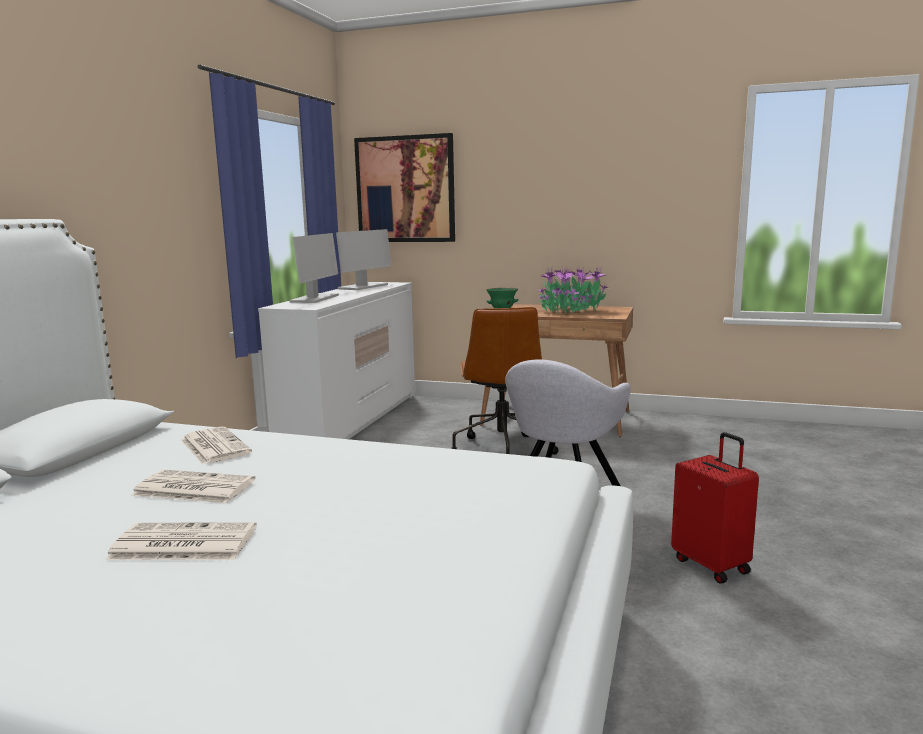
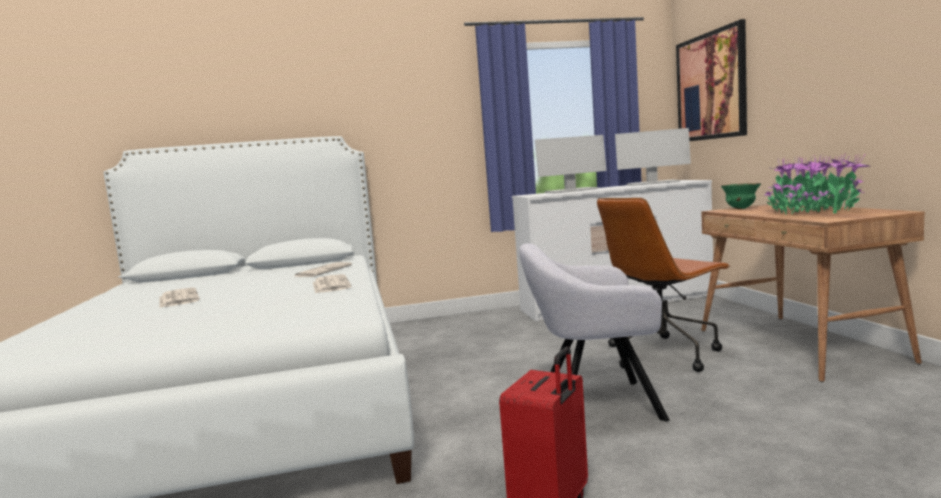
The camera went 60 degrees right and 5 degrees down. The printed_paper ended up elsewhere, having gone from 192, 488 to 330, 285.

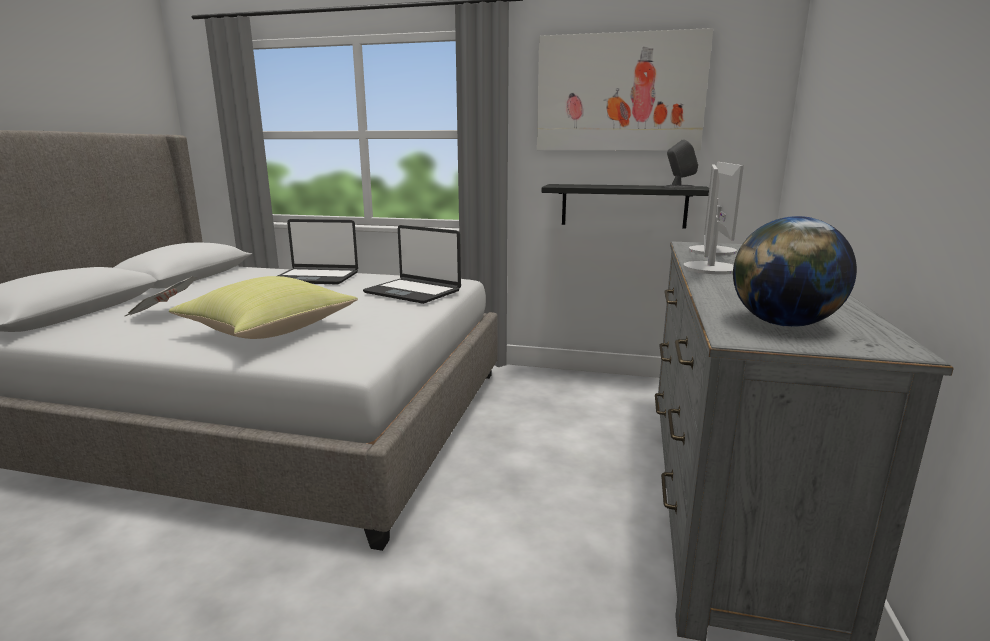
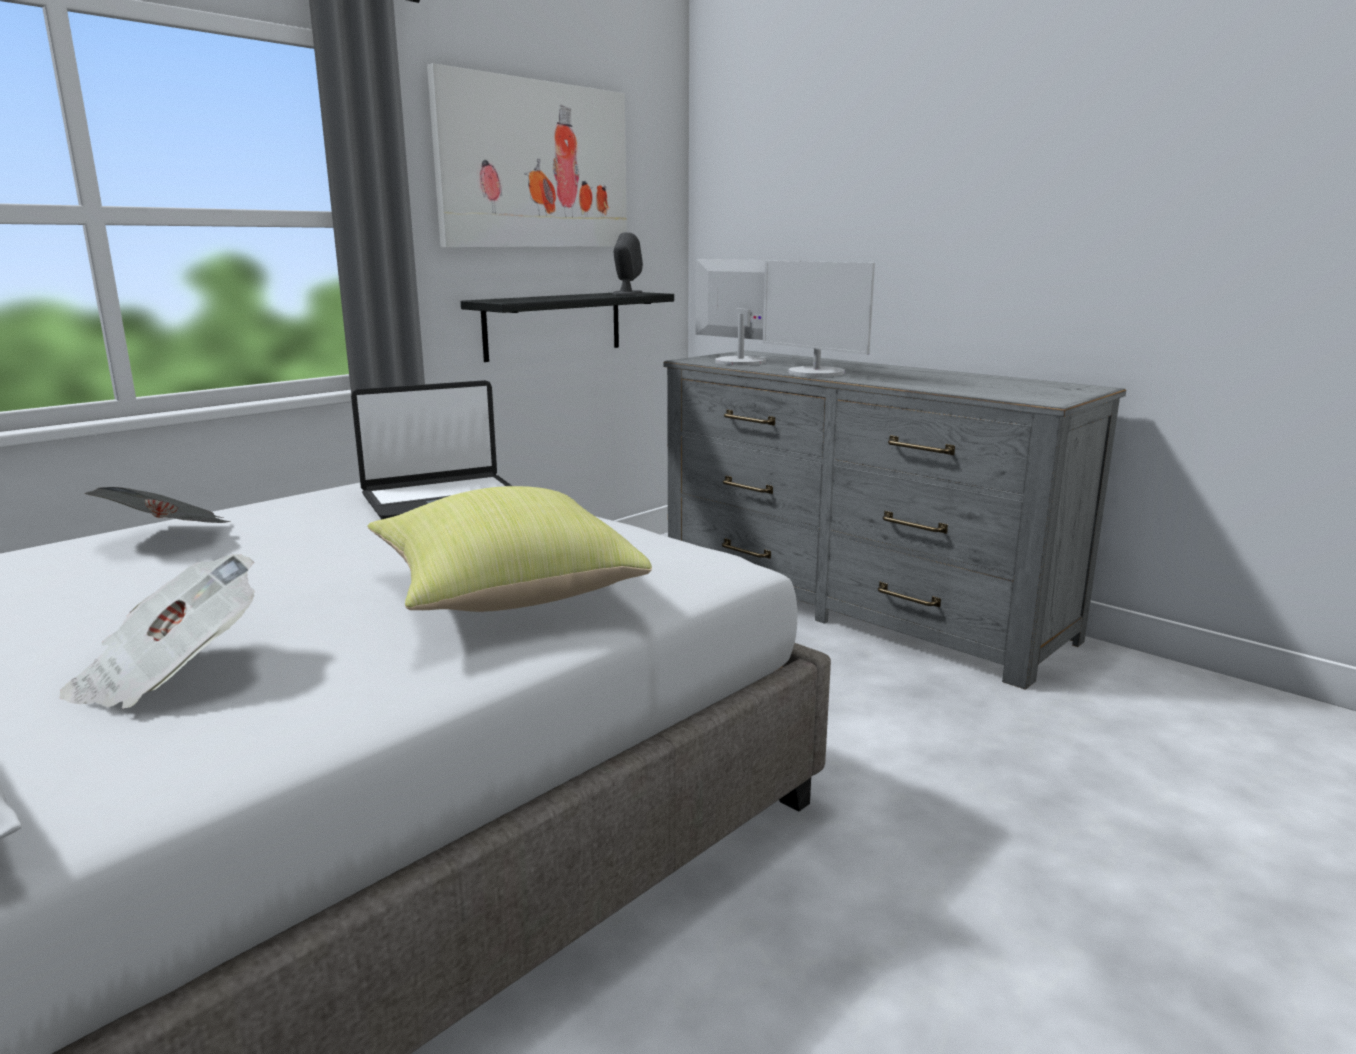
The camera went 60 degrees left and 0 degrees up. The second view lost the world_globe at 783, 324. Where the laptop stood at 316, 277, the printed_paper came to stand at 170, 538.

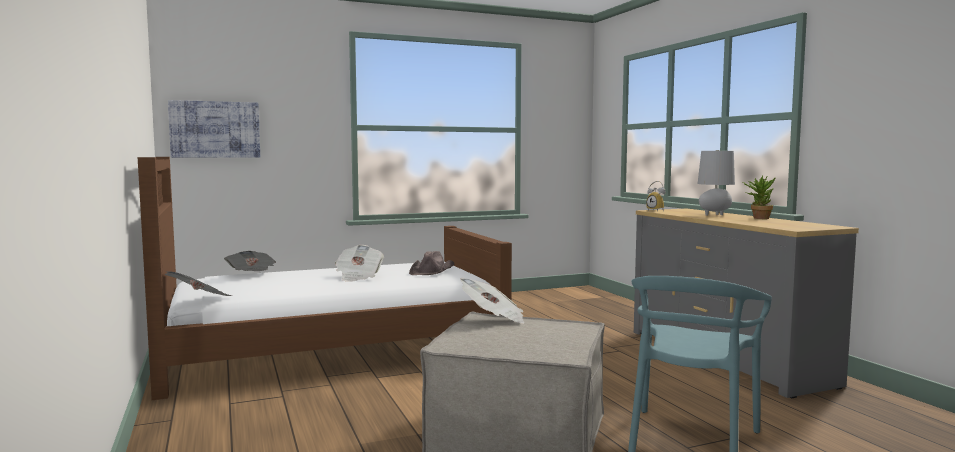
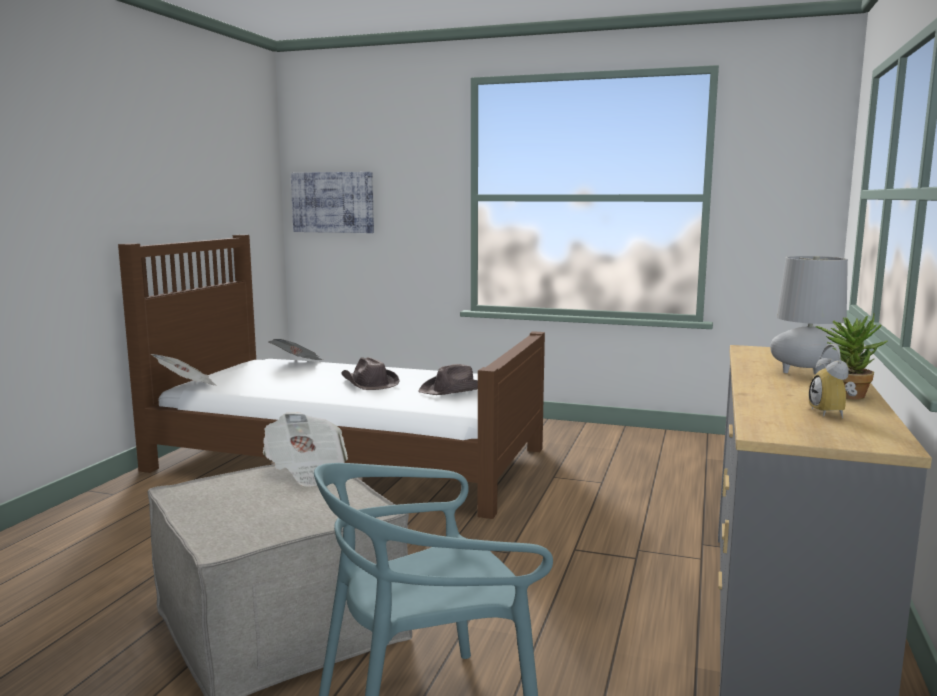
The camera went 40 degrees right and 5 degrees up. The bedside_clock ended up elsewhere, having gone from 657, 210 to 833, 413. Where the printed_paper stood at 358, 277, the brownish_clothing_hat came to stand at 369, 383.

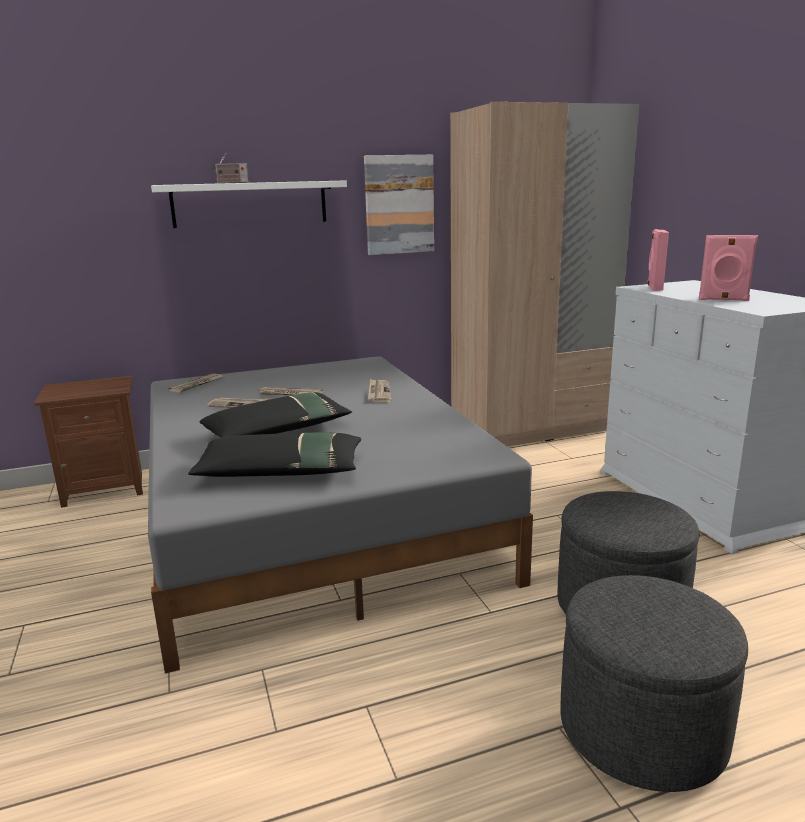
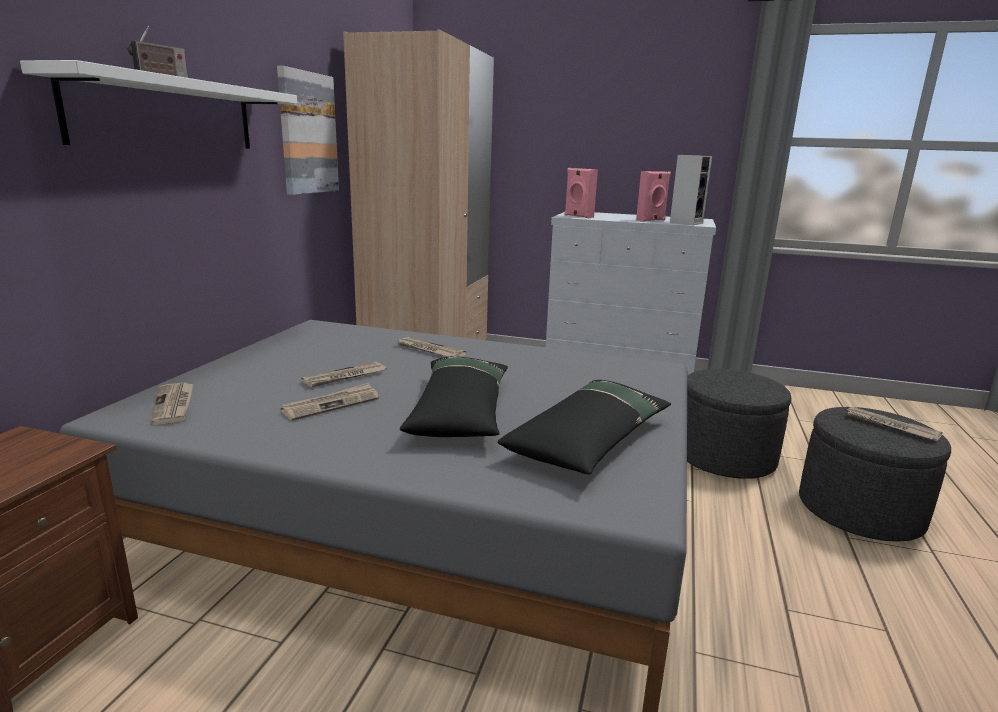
The camera went 55 degrees left and 0 degrees up. The second view gained the audio_speaker at 686, 223. The second view gained the printed_paper at 890, 426.

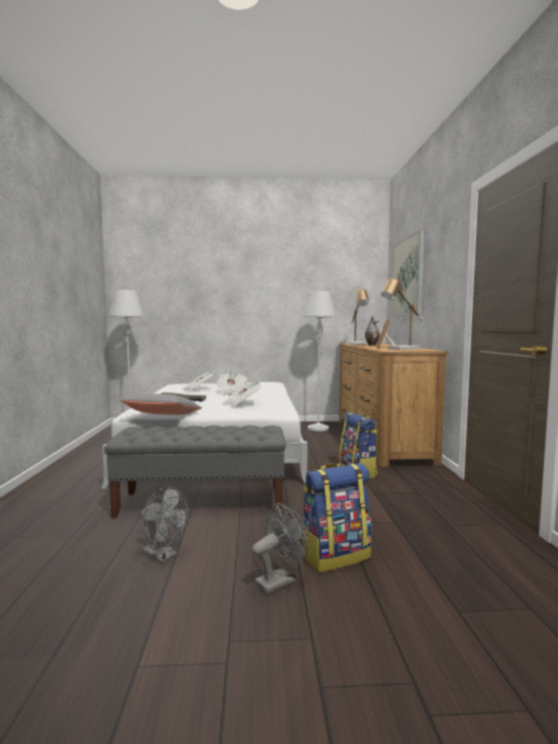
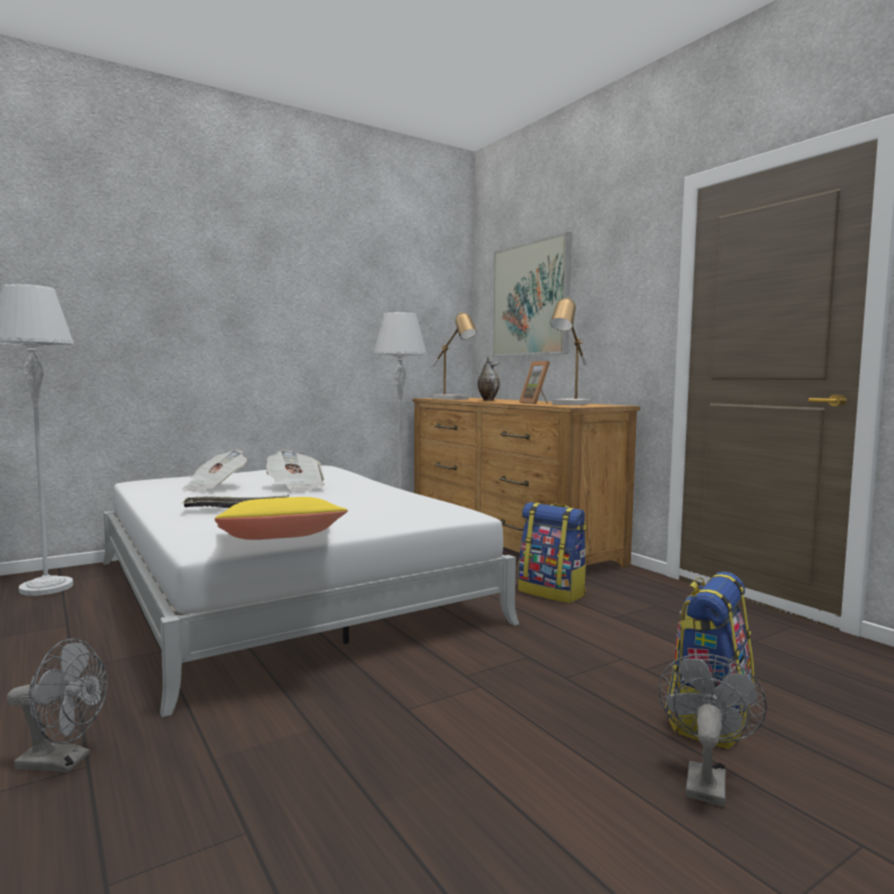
The camera went 30 degrees left and 0 degrees up. The second view lost the gray_indoor_bench at 202, 502. The second view lost the printed_paper at 241, 403. The gray_electric_fan ended up elsewhere, having gone from 163, 555 to 63, 762. What was the gray_throw_pillow at 163, 416 turned into the yellowish_throw_pillow at 279, 542.

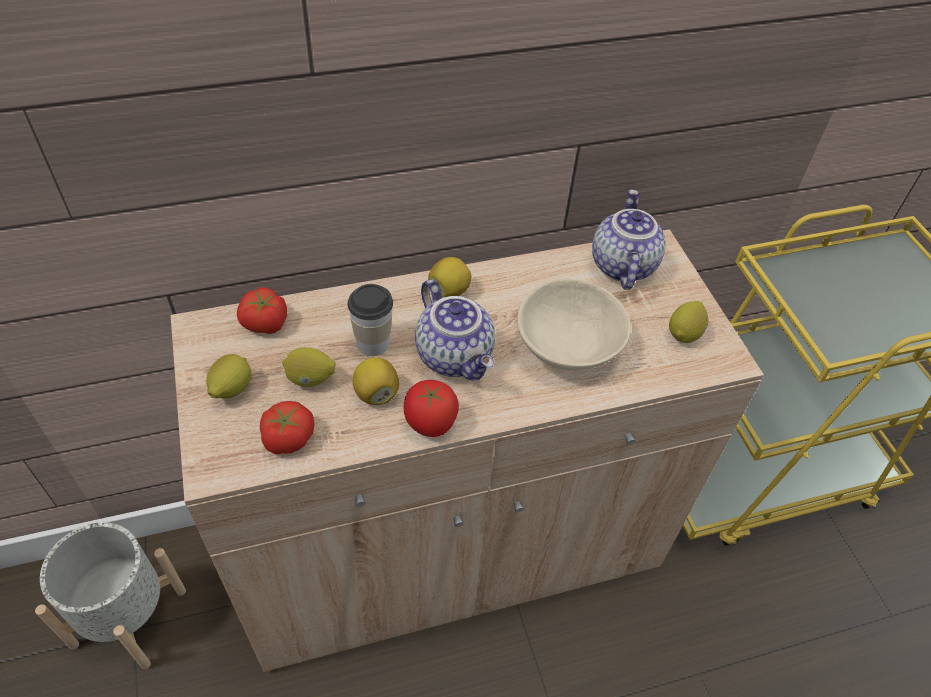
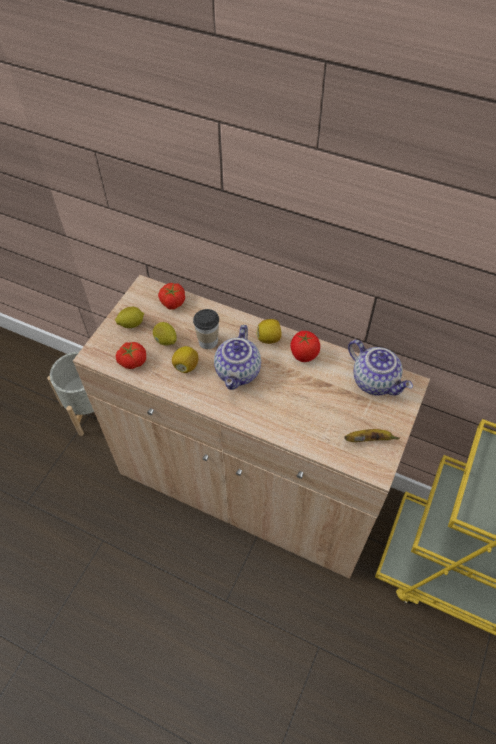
The camera went 45 degrees right and 5 degrees up. The second view lost the beige_serving_bowl at 568, 345. The fresh_tomato ended up elsewhere, having gone from 430, 423 to 303, 355. Where the whole_lemon stood at 684, 333, the banana_fruit came to stand at 368, 440. The tea_pot at 621, 265 ended up facing another way, 90 degrees clockwise from before.

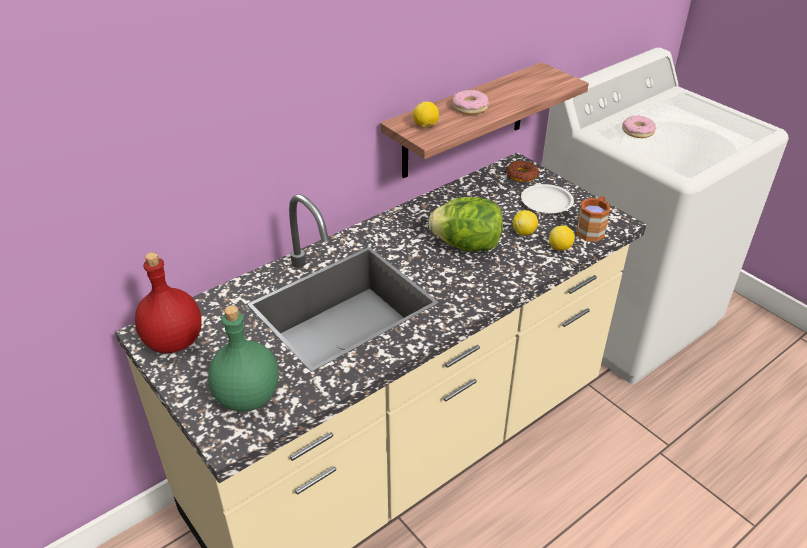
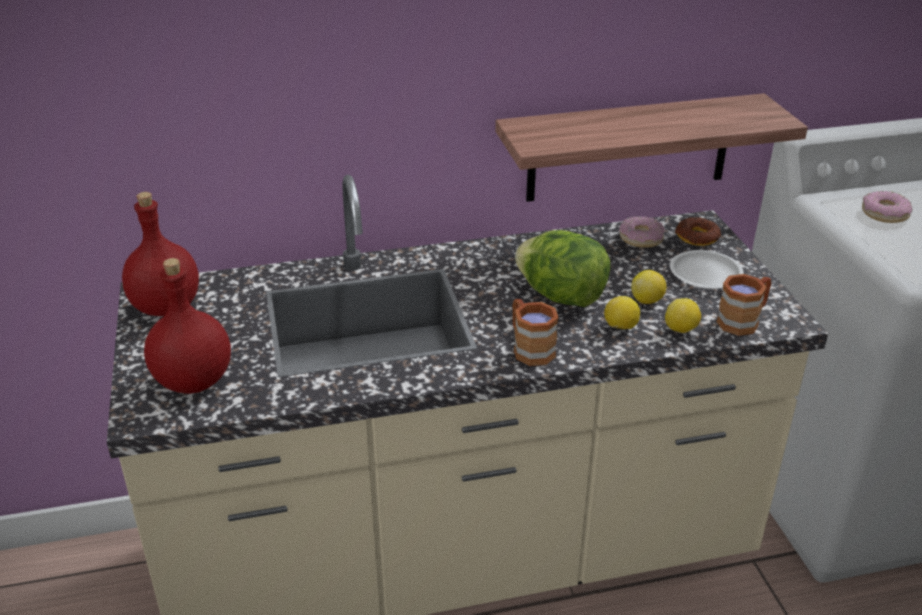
The camera went 25 degrees right and 5 degrees down. The second view gained the brownish_coffee_mug at 529, 348. The whole_lemon ended up elsewhere, having gone from 425, 126 to 620, 327. The donut ended up elsewhere, having gone from 470, 108 to 641, 238. What was the greenish_drink_bottle at 248, 396 turned into the red-coloured_drink_bottle at 195, 380.

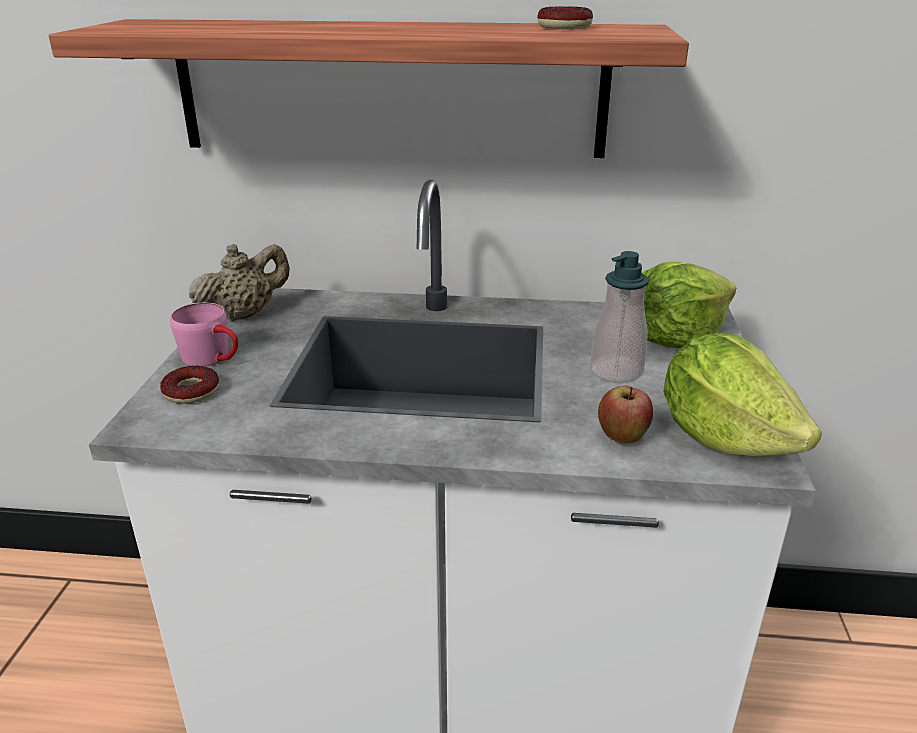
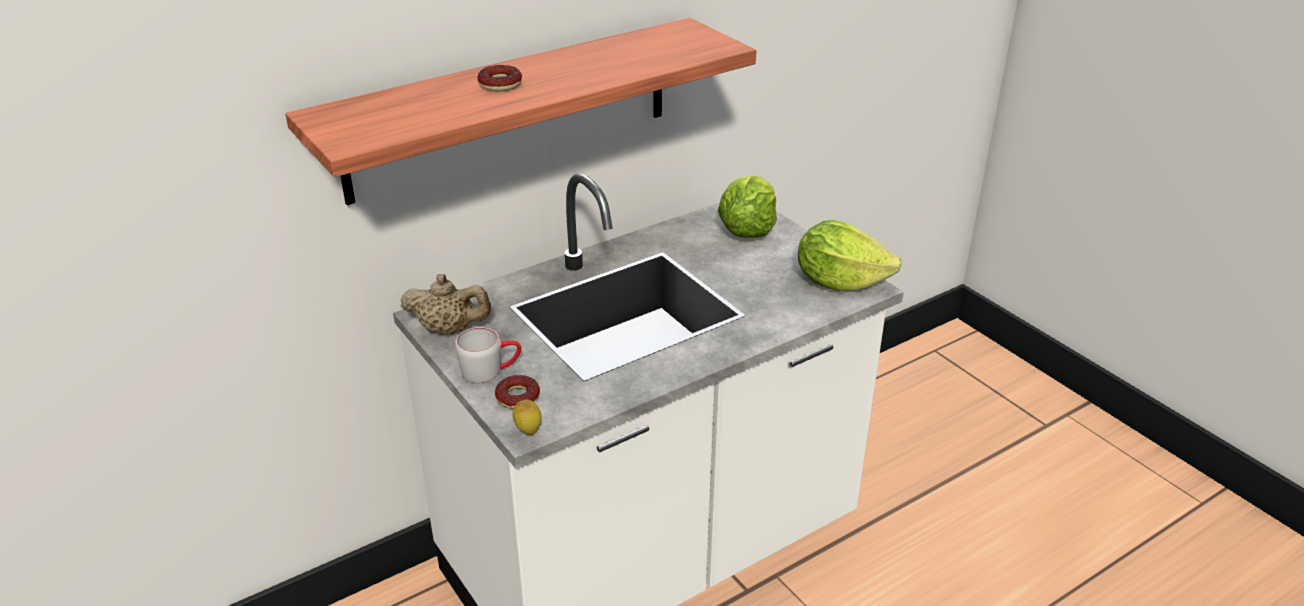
The camera went 40 degrees left and 5 degrees up. The second view lost the soap_dispenser at 616, 371. The second view lost the apple at 622, 439. The second view gained the whole_lemon at 528, 432. The donut ended up elsewhere, having gone from 564, 27 to 500, 84. What was the pinkish_coffee_mug at 214, 359 turned into the gray_coffee_mug at 490, 370. The beige_tea_pot at 245, 314 ended up facing another way, 90 degrees clockwise from before.

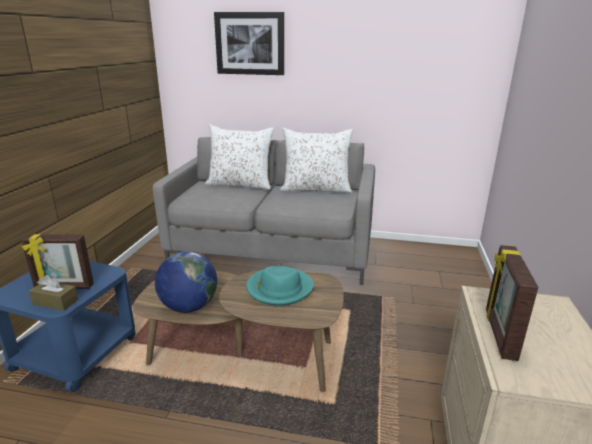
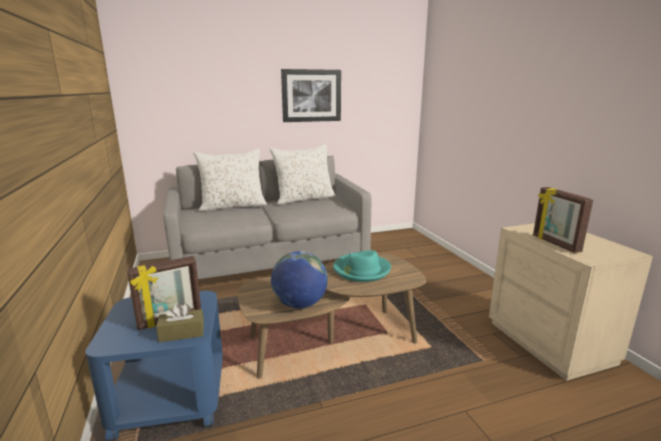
The camera went 30 degrees left and 5 degrees down. The wall_art ended up elsewhere, having gone from 250, 44 to 311, 95.

